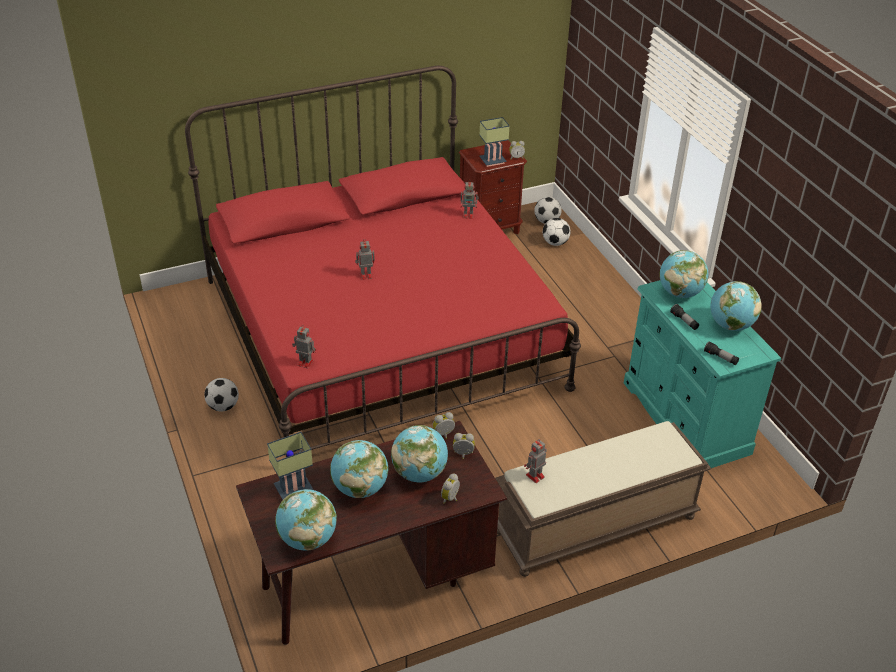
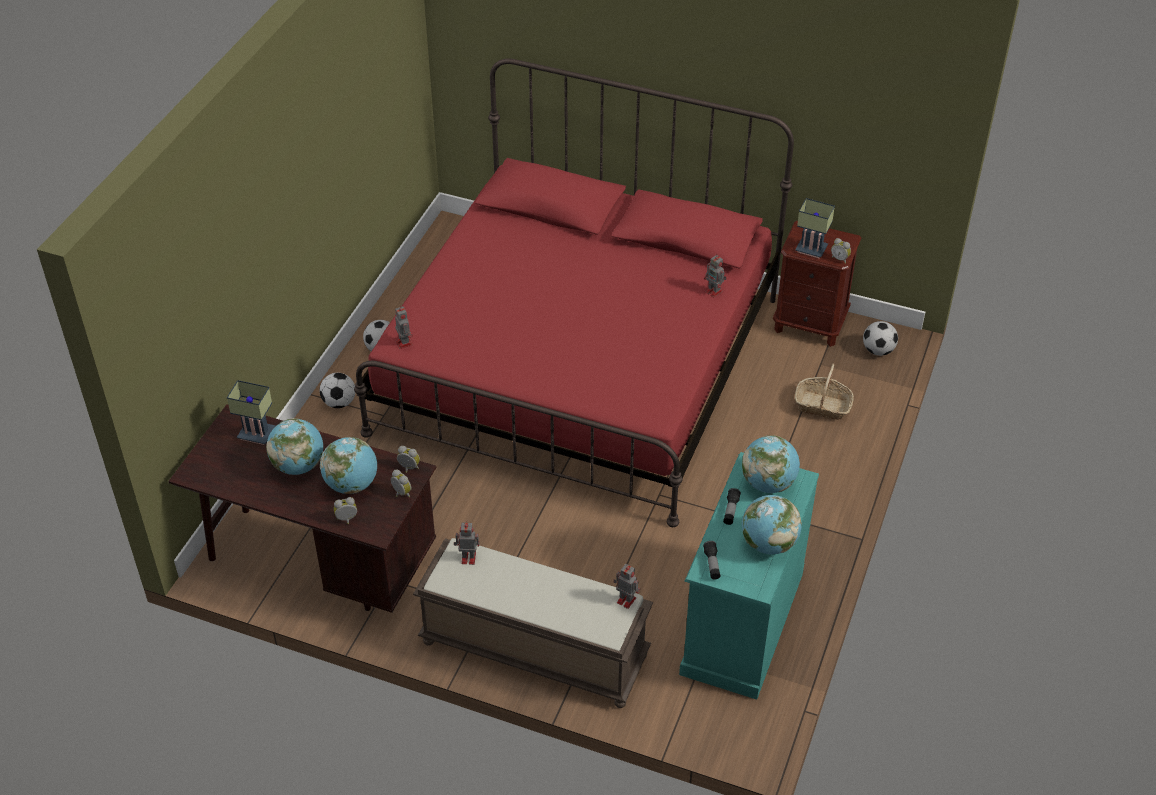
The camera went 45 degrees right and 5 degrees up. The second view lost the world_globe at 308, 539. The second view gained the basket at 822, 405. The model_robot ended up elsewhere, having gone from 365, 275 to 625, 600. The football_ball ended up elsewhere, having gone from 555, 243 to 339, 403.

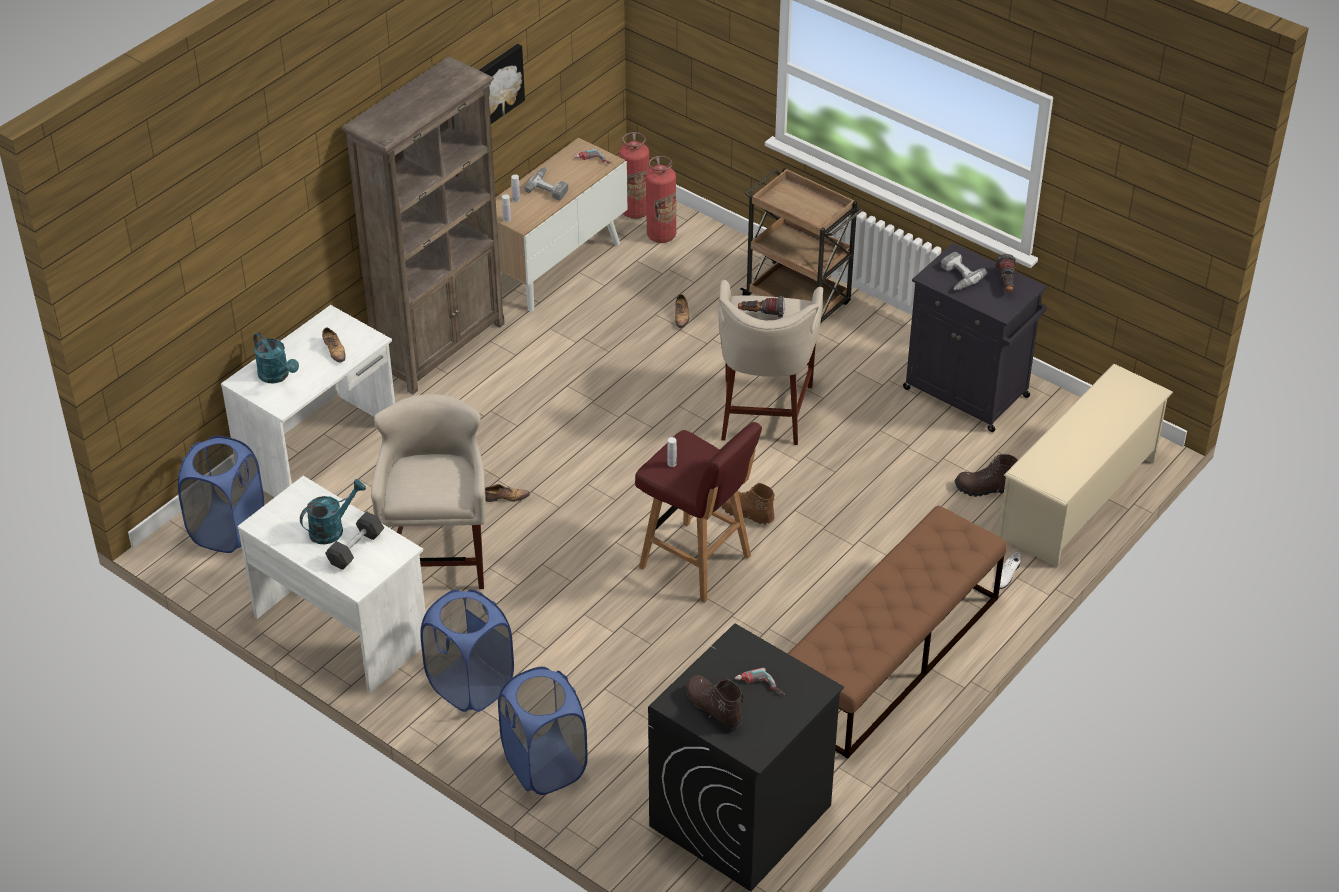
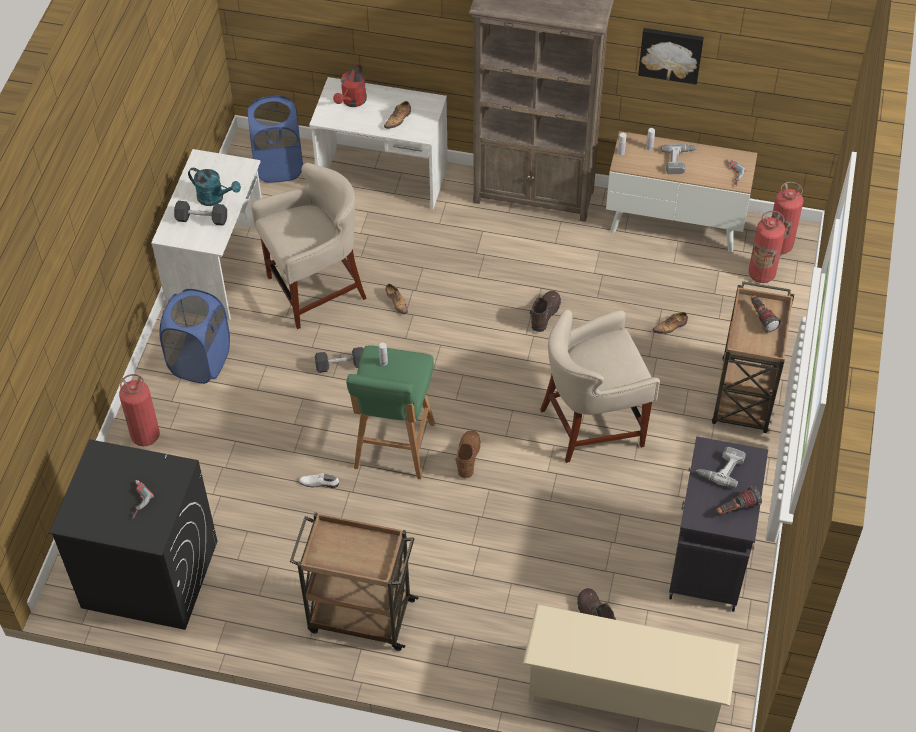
The camera went 65 degrees right and 10 degrees up. The second view gained the black-coloured_dumbbell at 341, 365. The brownish_tall_boot ended up elsewhere, having gone from 712, 709 to 544, 315. The flashlight ended up elsewhere, having gone from 761, 314 to 761, 318. The white-coloured_shoe ended up elsewhere, having gone from 1007, 574 to 319, 482. Where the blue-coloured_hamper stood at 545, 765, the extinguisher came to stand at 145, 436. Where the brownish_indoor_bench stood at 890, 657, the brownish_cart came to stand at 359, 615. What was the blue-green_sprinkling_can at 277, 376 turned into the red-coloured_sprinkling_can at 352, 102. What was the red-coloured_stool at 697, 563 turned into the greenish_stool at 393, 447.

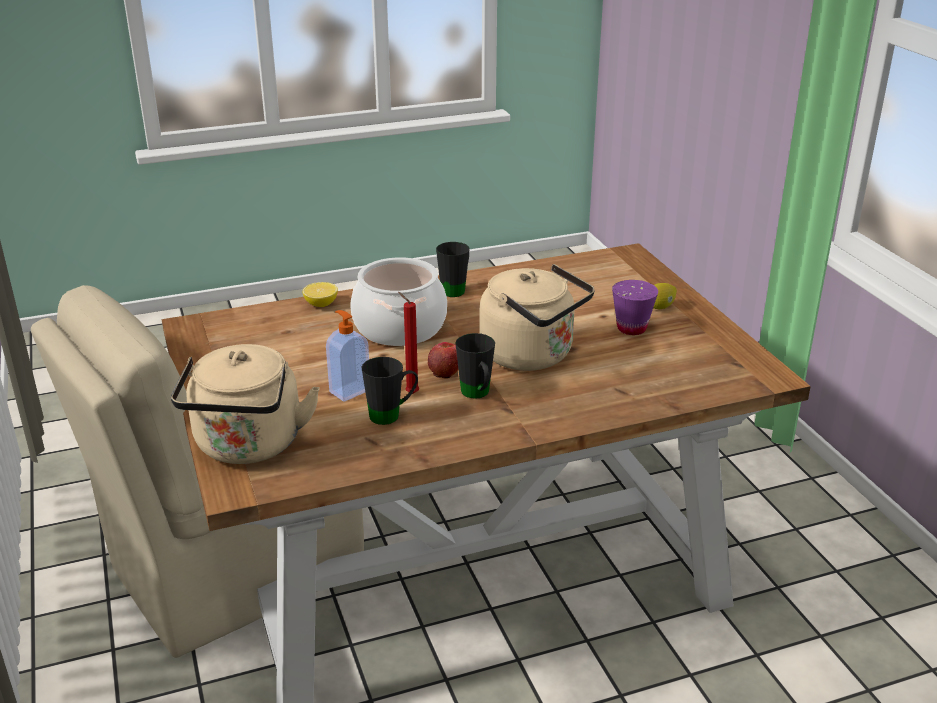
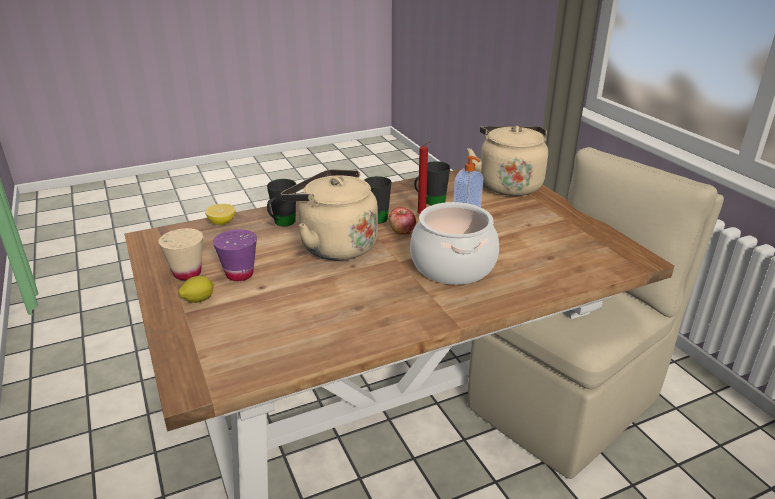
The camera went 175 degrees right and 0 degrees up. The second view gained the beige_cup at 187, 273. The whole_lemon ended up elsewhere, having gone from 321, 304 to 222, 222. The black-coloured_coffee_mug ended up elsewhere, having gone from 456, 289 to 281, 224.

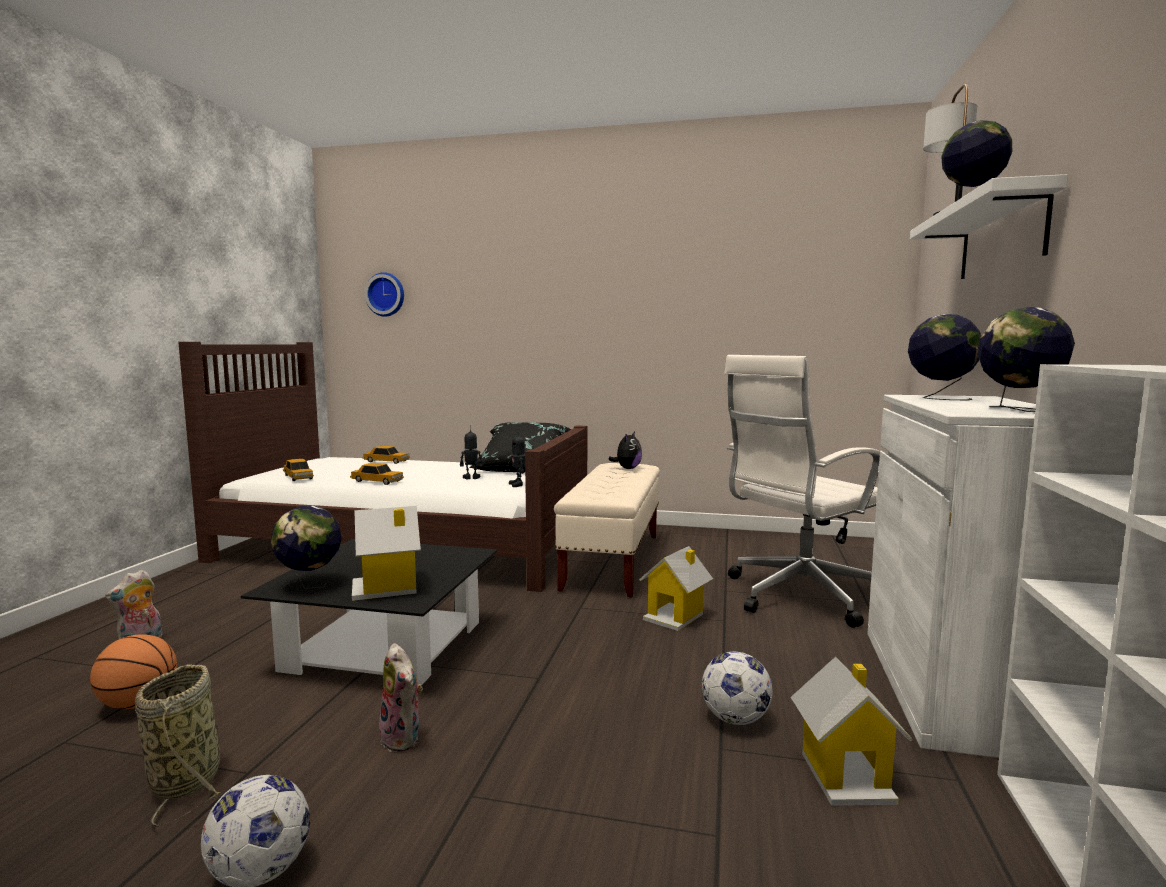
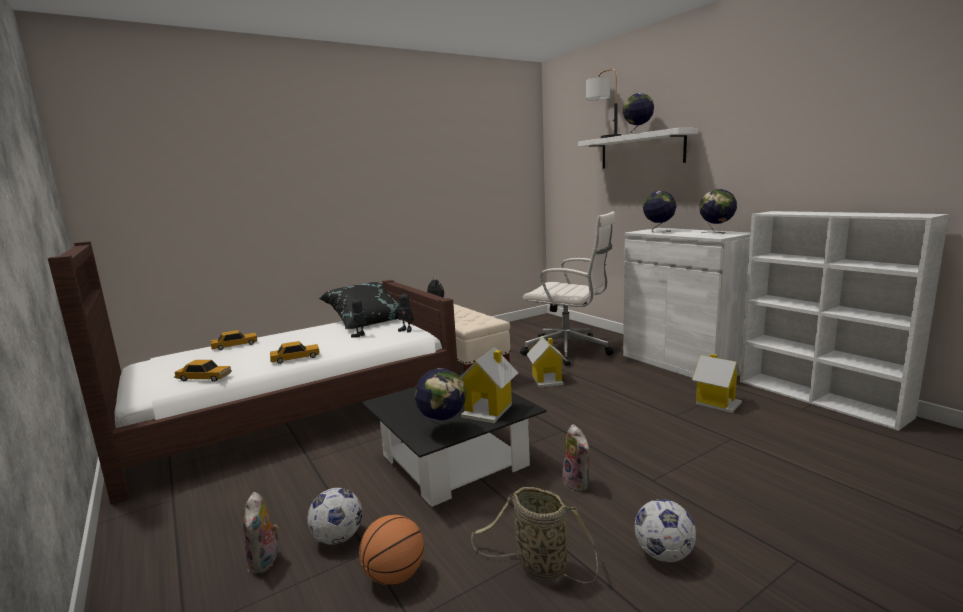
The camera went 45 degrees left and 5 degrees up. The second view lost the clock_on_the_wall at 386, 294. The football_ball ended up elsewhere, having gone from 735, 719 to 338, 538. The plush_toy at 404, 738 ended up facing another way, 60 degrees clockwise from before. The white-coloured_computer_chair at 799, 596 ended up facing another way, 75 degrees counterclockwise from before.

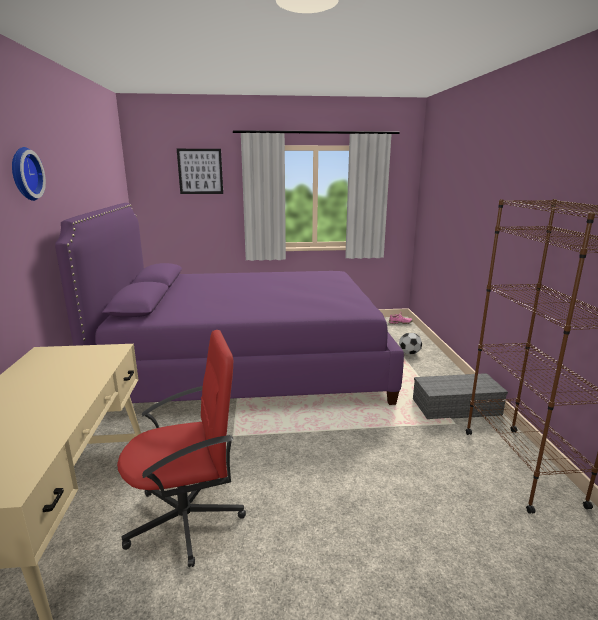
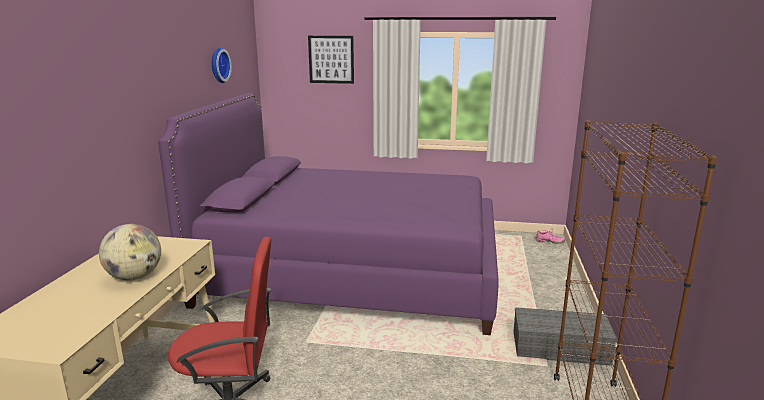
The camera went 15 degrees right and 0 degrees up. The second view lost the football_ball at 409, 353. The second view gained the world_globe at 135, 277. The clock_on_the_wall ended up elsewhere, having gone from 24, 174 to 218, 65.

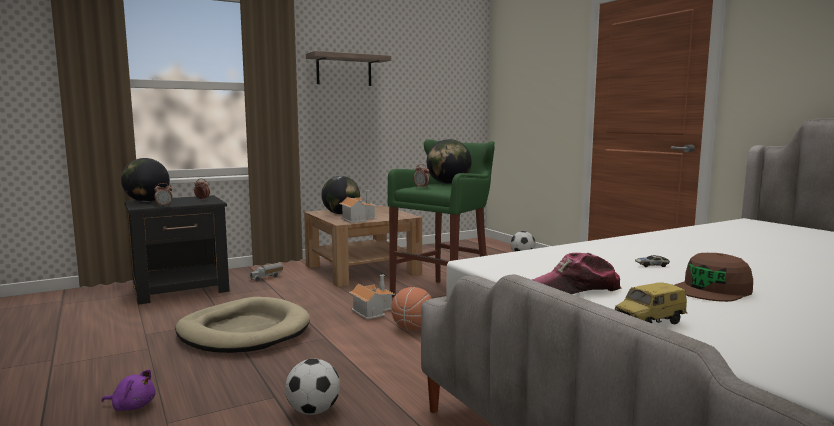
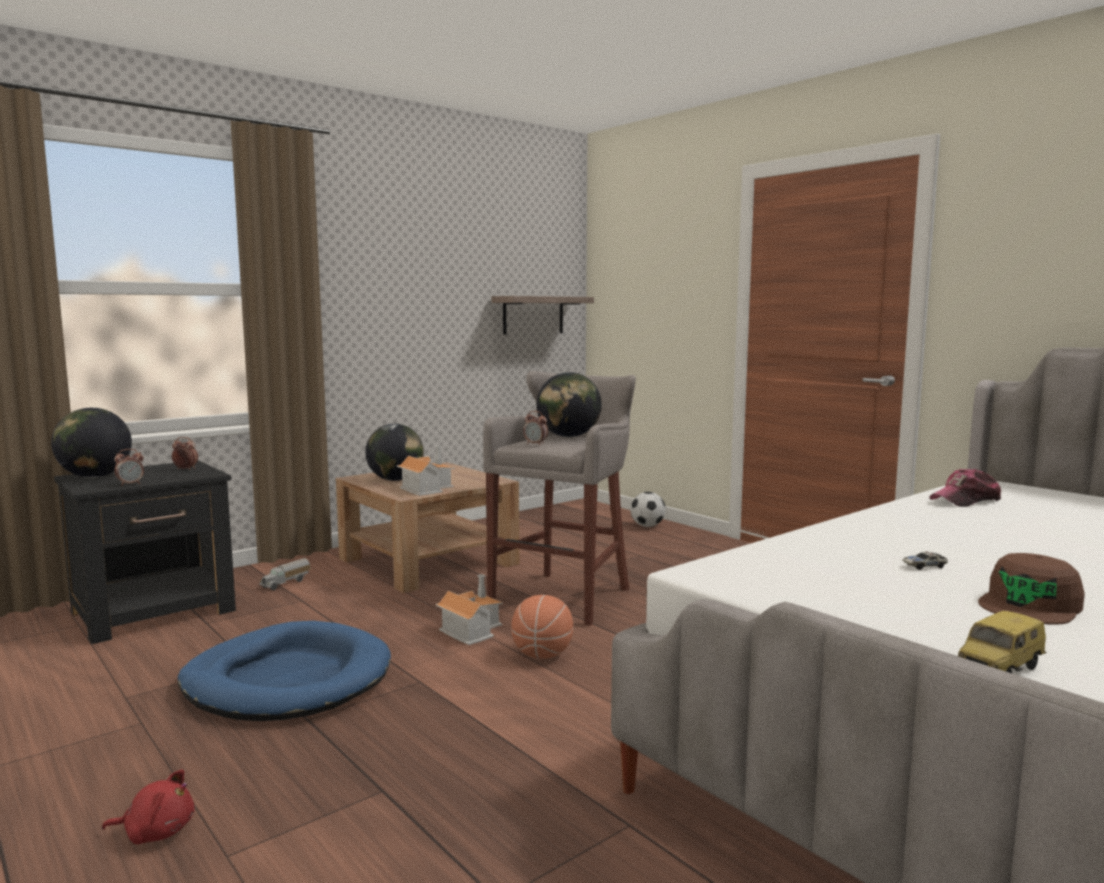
The camera went 10 degrees left and 0 degrees up. The second view lost the football_ball at 313, 411. The bracket_shelf ended up elsewhere, having gone from 344, 70 to 533, 315. The cap ended up elsewhere, having gone from 577, 288 to 966, 500. What was the purplish_plush_toy at 132, 406 turned into the red-coloured_plush_toy at 156, 832. What was the beige_dog_cushion at 244, 331 turned into the blue-coloured_dog_cushion at 288, 680. What was the greenish_stool at 444, 294 turned into the gray_stool at 565, 596.

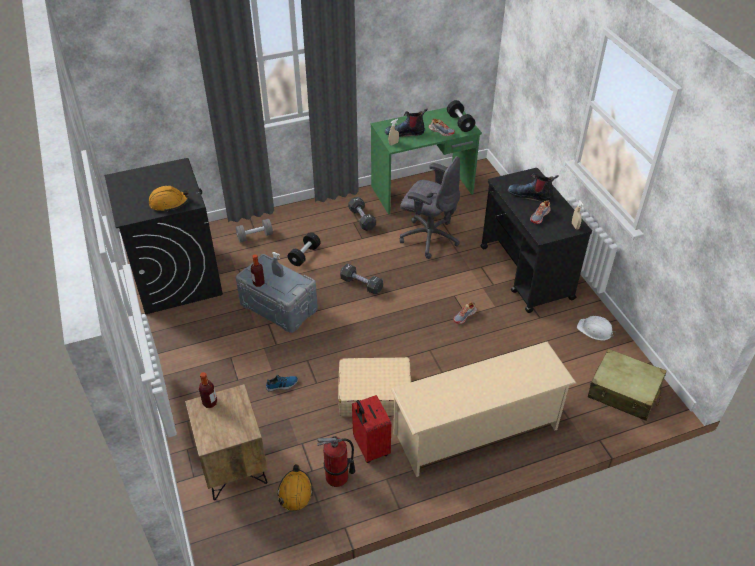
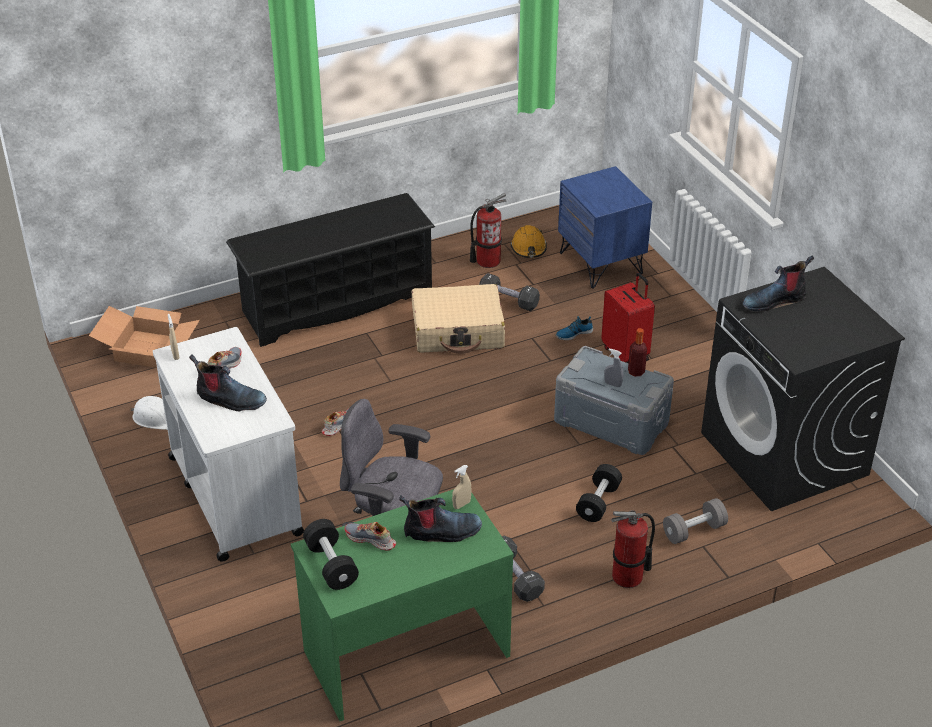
The camera went 175 degrees right and 5 degrees down. The second view lost the drink_bottle at 210, 403. The second view gained the extinguisher at 628, 577. The black-coloured_dumbbell ended up elsewhere, having gone from 361, 284 to 508, 301. The red-coloured_travel_case ended up elsewhere, having gone from 370, 448 to 626, 353. Where the orange_work_helmet stood at 169, 203, the tall_boot came to stand at 774, 301. Where the beige_travel_case stood at 624, 392, the packing_box came to stand at 147, 350. What was the brownish_bedside_table at 232, 466 turned into the blue-coloured_bedside_table at 601, 263. What was the beige_shoe_rack at 476, 431 turned into the black-coloured_shoe_rack at 336, 304. What was the black-coloured_cart at 526, 273 turned into the white-coloured_cart at 234, 494.

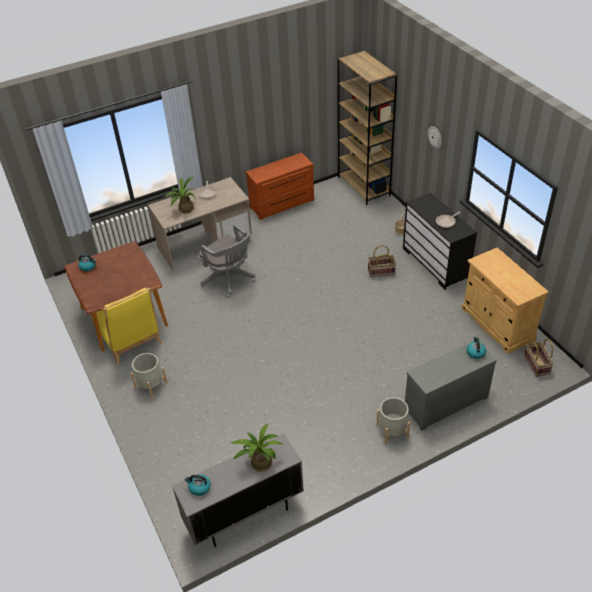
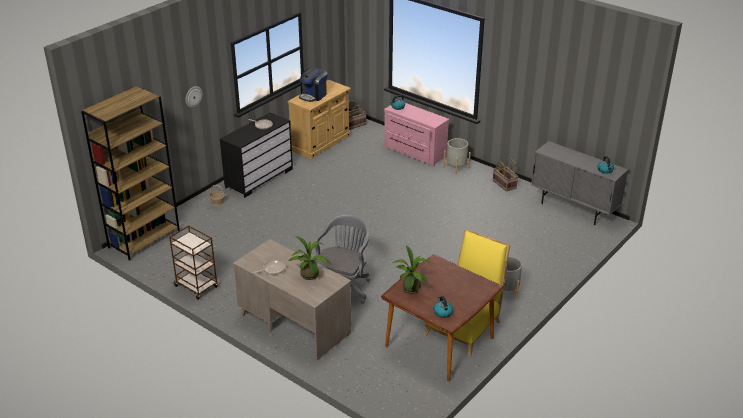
The camera went 115 degrees left and 10 degrees down. The second view gained the coffee_maker at 313, 95. The potted_plant ended up elsewhere, having gone from 259, 462 to 411, 290. The basket ended up elsewhere, having gone from 381, 272 to 505, 184. Where the brownish_chest_of_drawers stood at 283, 204, the brownish_cart came to stand at 197, 287. What was the gray_chest_of_drawers at 444, 402 turned into the pinkish_chest_of_drawers at 414, 153.

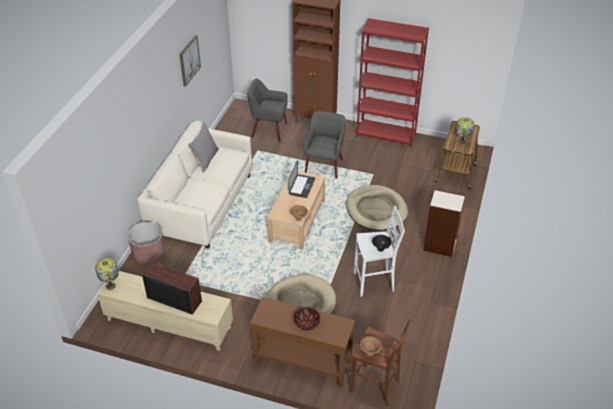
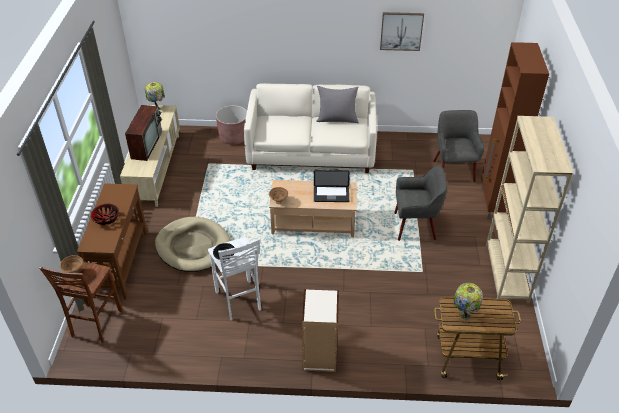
The camera went 75 degrees right and 0 degrees up. The second view lost the beige_dog_cushion at 376, 210. What was the red-coloured_shelving_unit at 386, 135 turned into the beige_shelving_unit at 506, 272.

